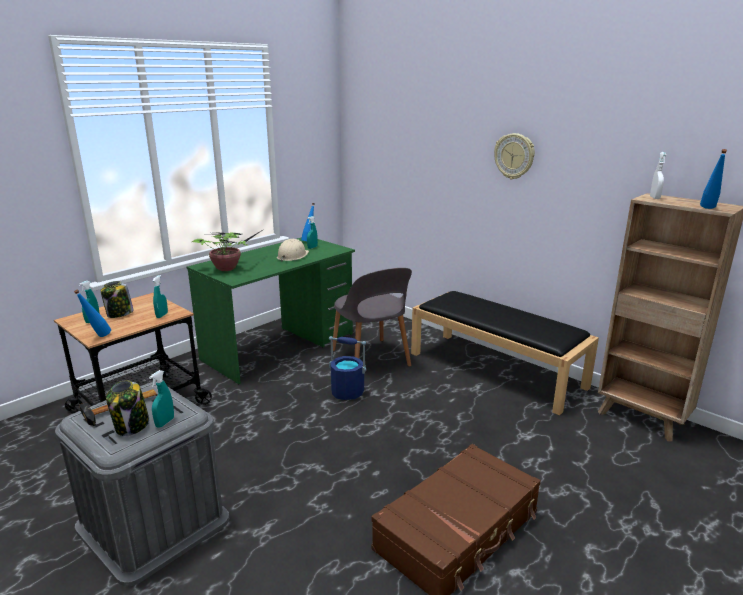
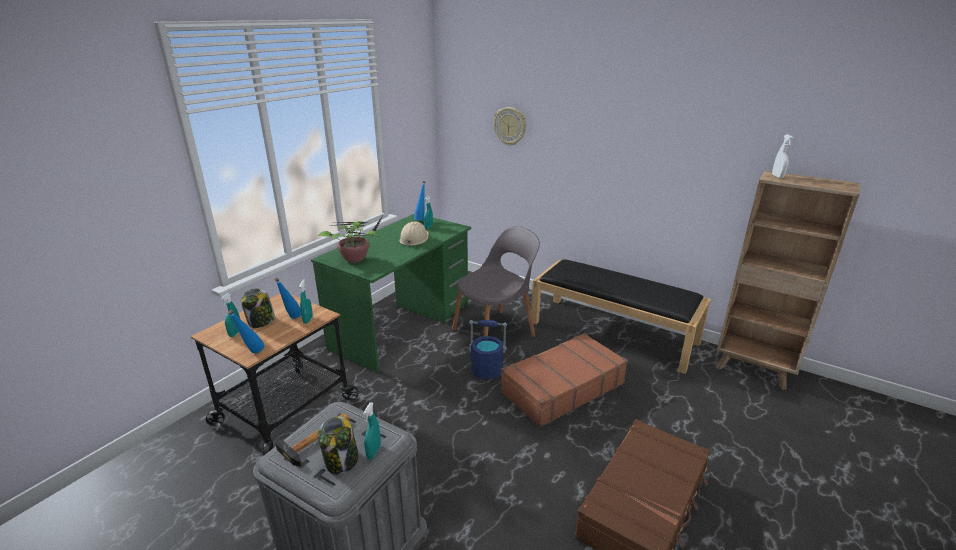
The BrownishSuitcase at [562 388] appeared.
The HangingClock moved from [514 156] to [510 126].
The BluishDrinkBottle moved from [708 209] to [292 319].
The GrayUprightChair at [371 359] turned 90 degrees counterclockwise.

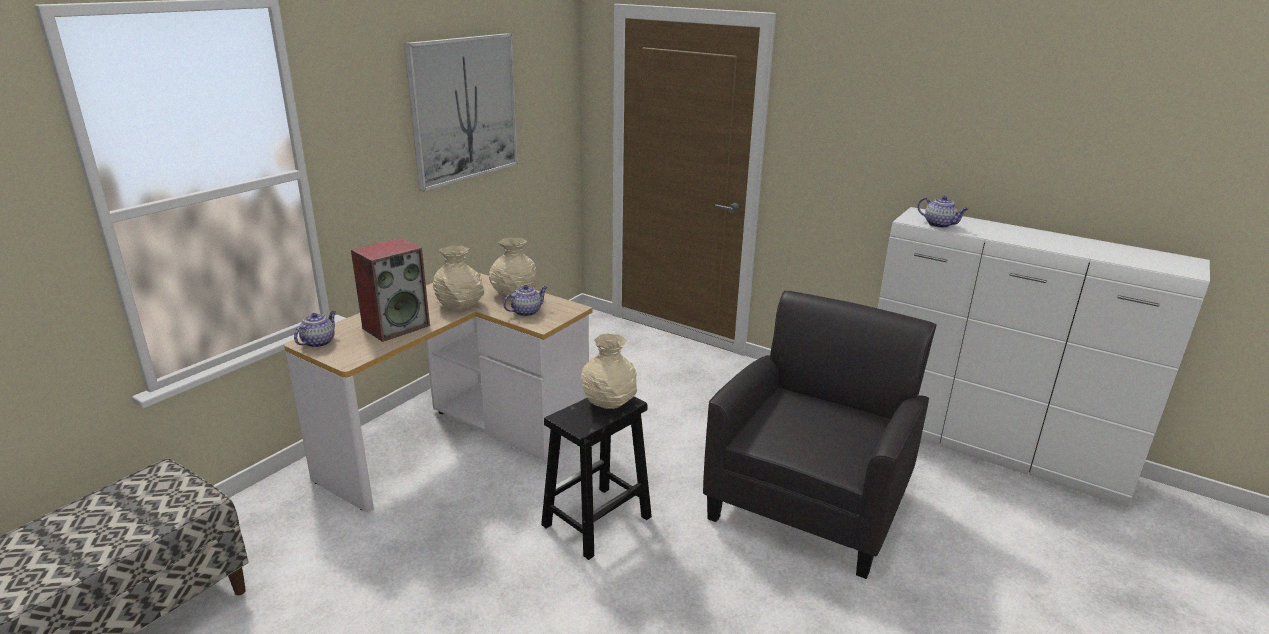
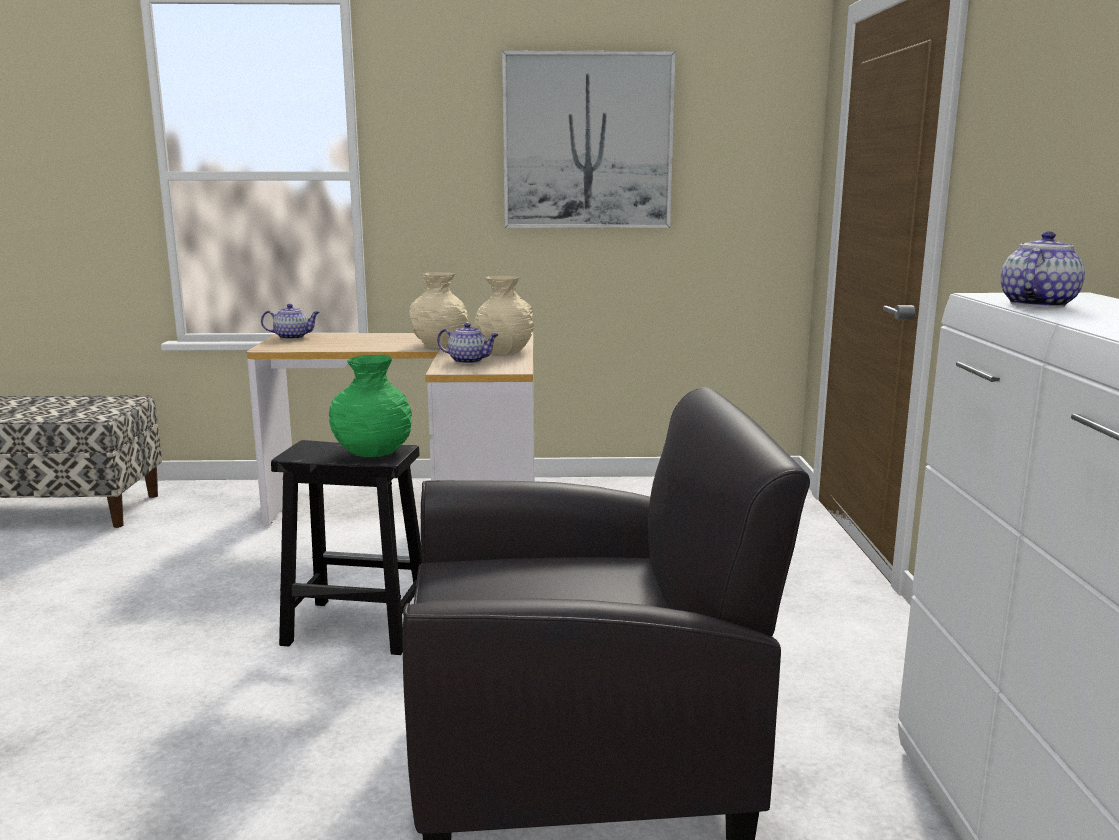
The Speaker at [396 326] disappeared.
The SandColouredDecorativeVase at [609 402] became the GreenishDecorativeVase at [371 452].
The PotForTea at [940 225] turned 150 degrees counterclockwise.

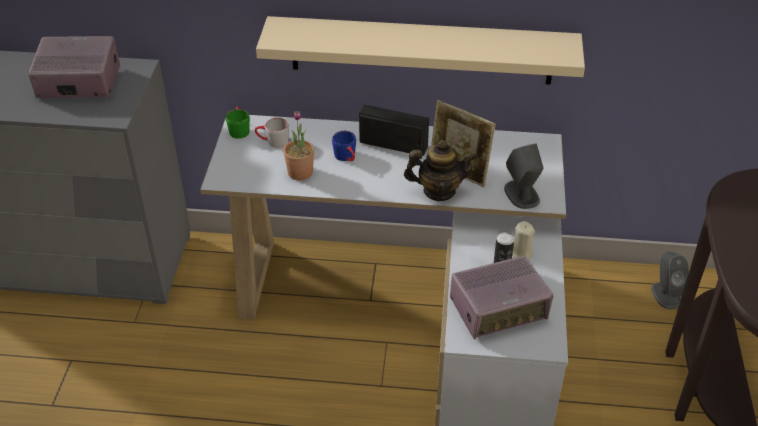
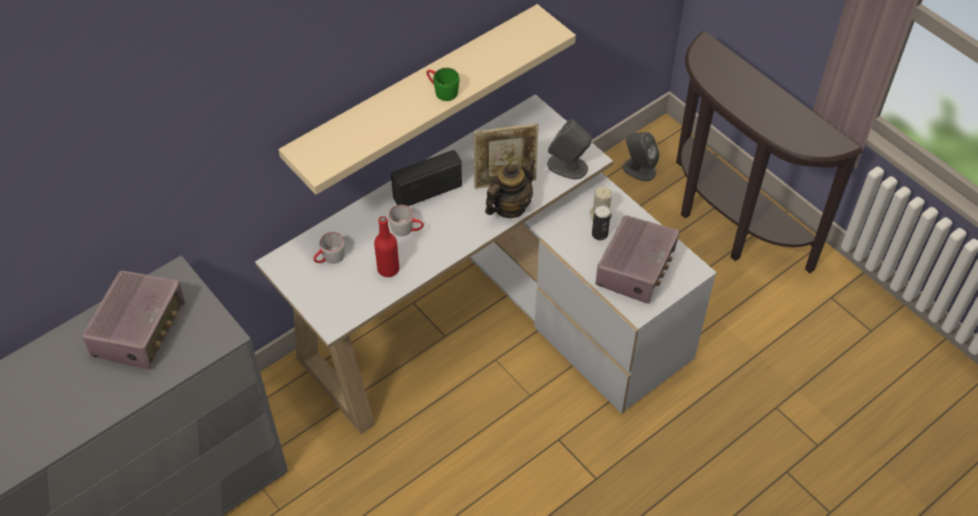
The GreenishTeaMug moved from [238 129] to [442 91].
The PlantInAPot at [300 172] was replaced by the RedColouredDrinkBottle at [388 269].
The BluishTeaMug at [347 157] became the GrayTeaMug at [407 229].
The RadioReceiver at [78 83] turned 150 degrees clockwise.

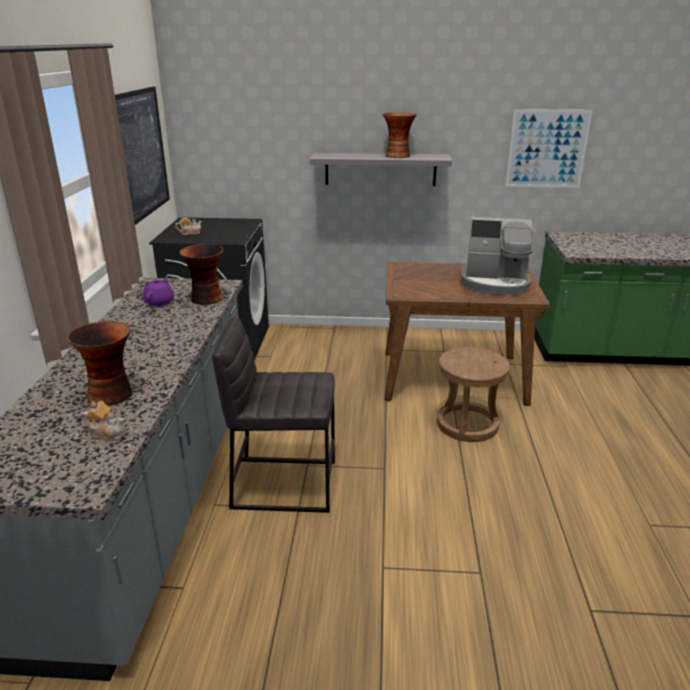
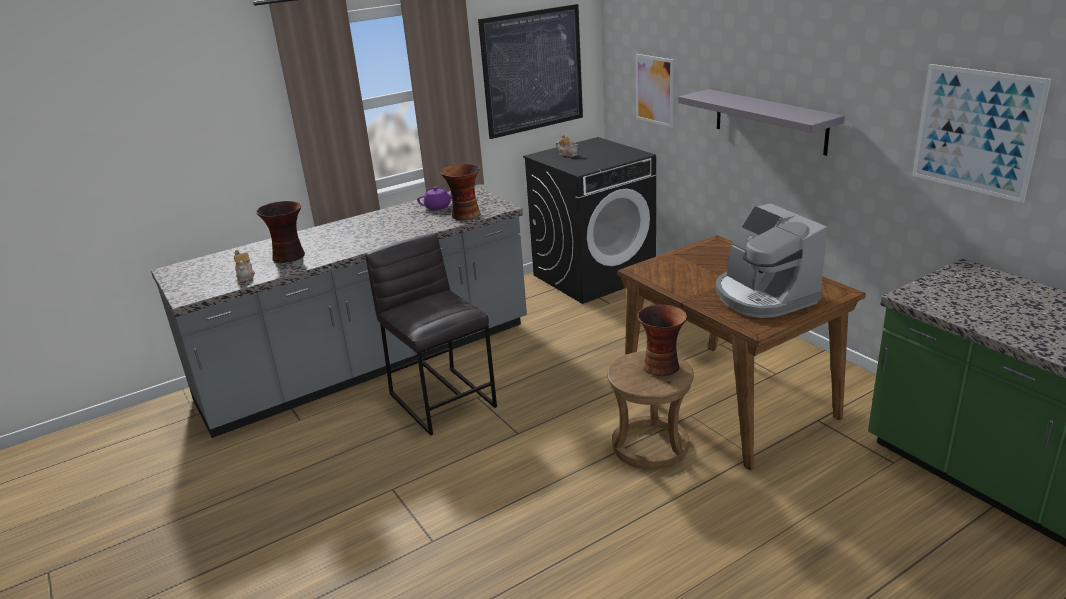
The Picture at [654 90] appeared.
The DecorativeVase moved from [397 156] to [662 366].

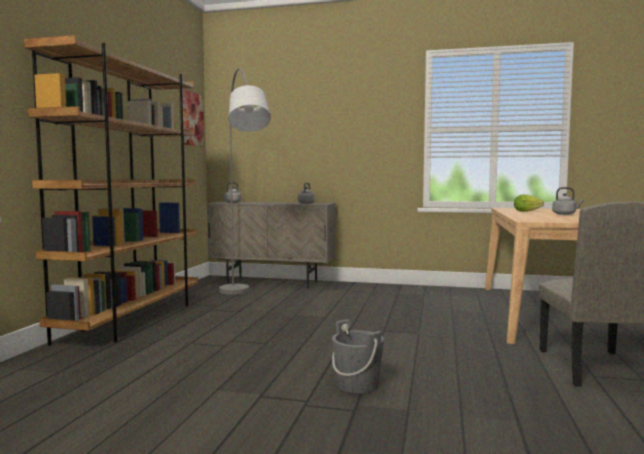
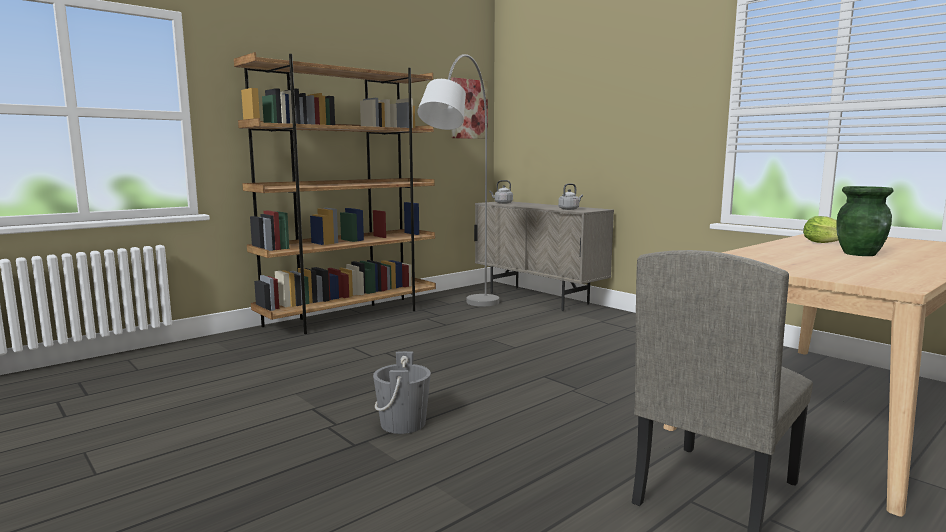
The GrayTeaKettle at [565 214] was replaced by the GreenishDecorativeVase at [860 254].

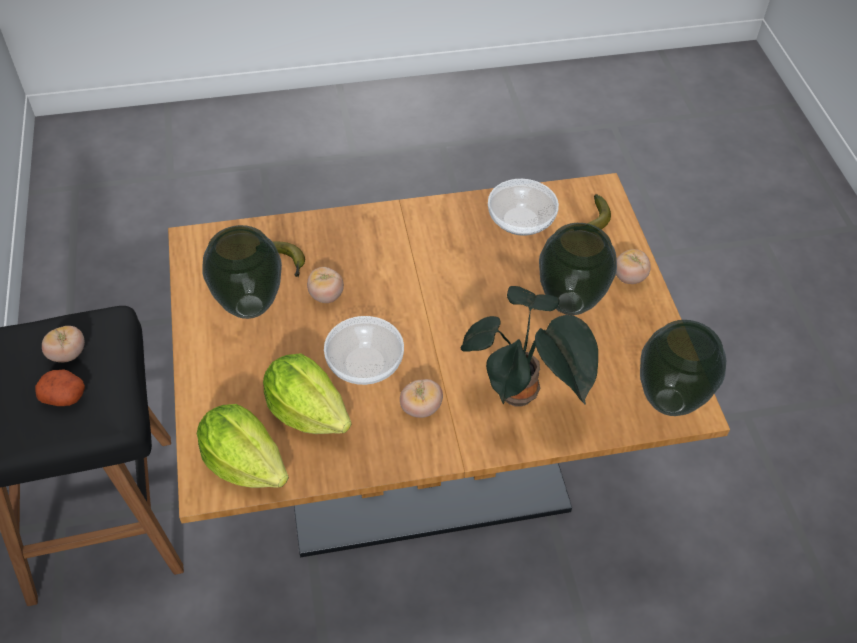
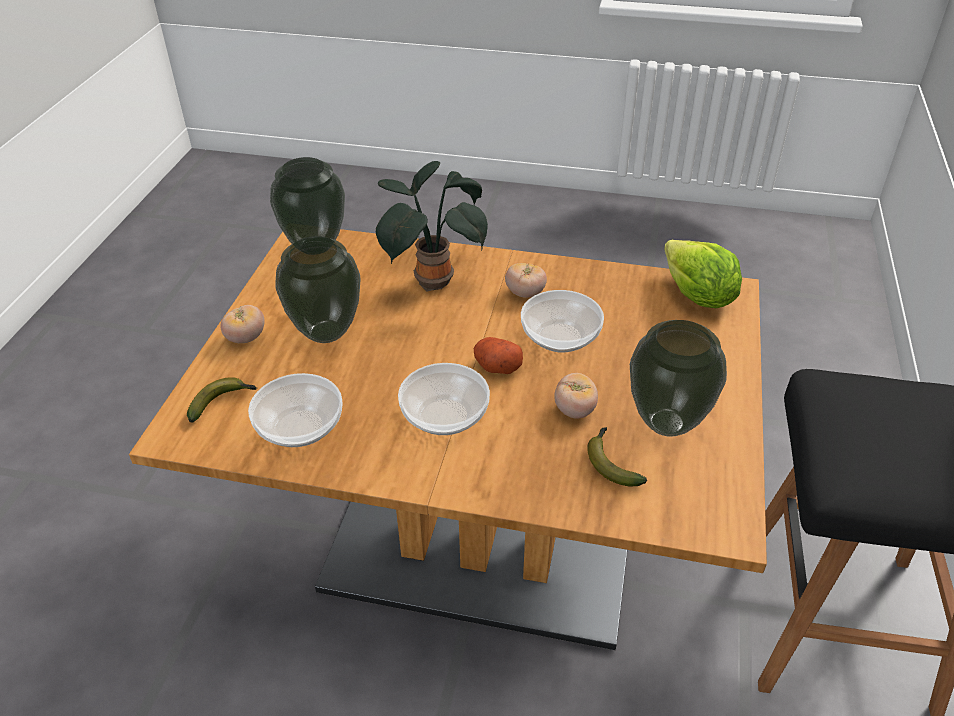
The FreshTomato at [68 354] disappeared.
The LettuceHead at [307 411] disappeared.
The Bowl at [446 417] appeared.
The Potato moved from [65 396] to [496 366].

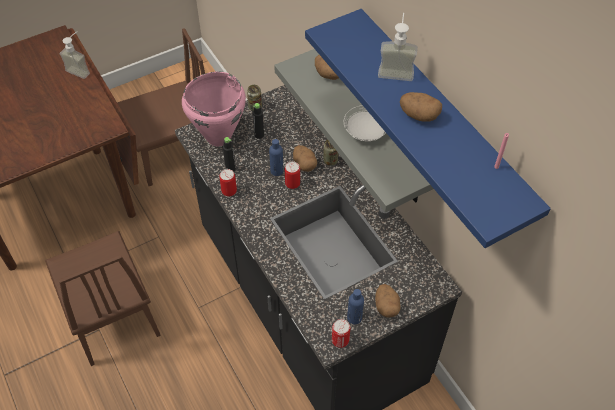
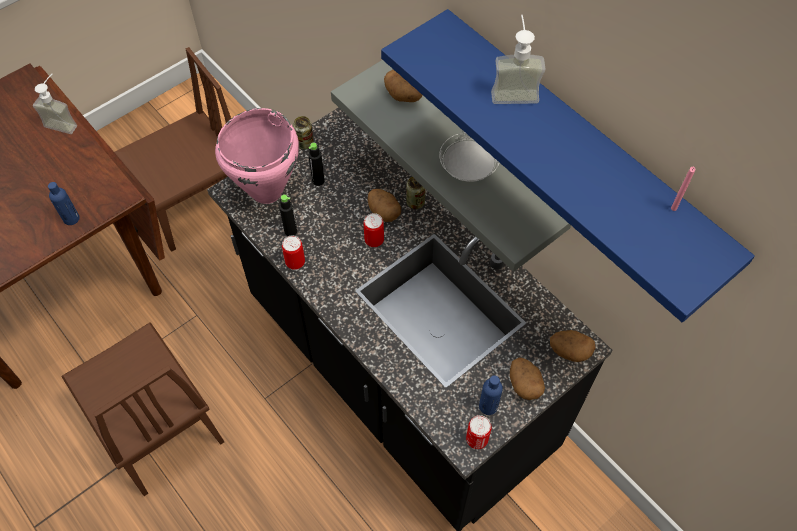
The BluishDrinkBottle moved from [277 171] to [71 218].
The Potato moved from [418 115] to [569 351].

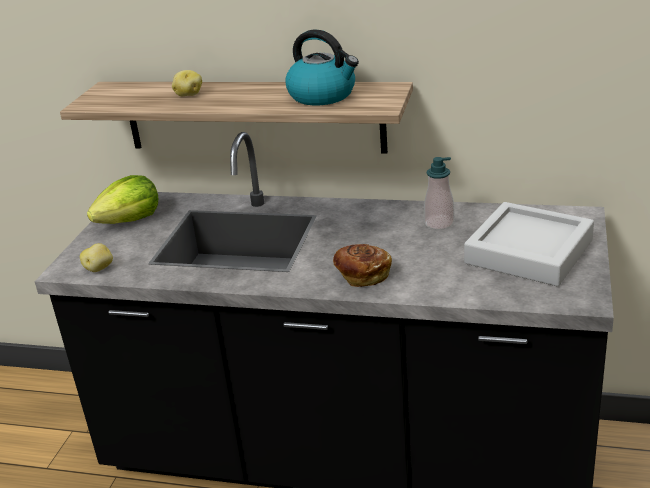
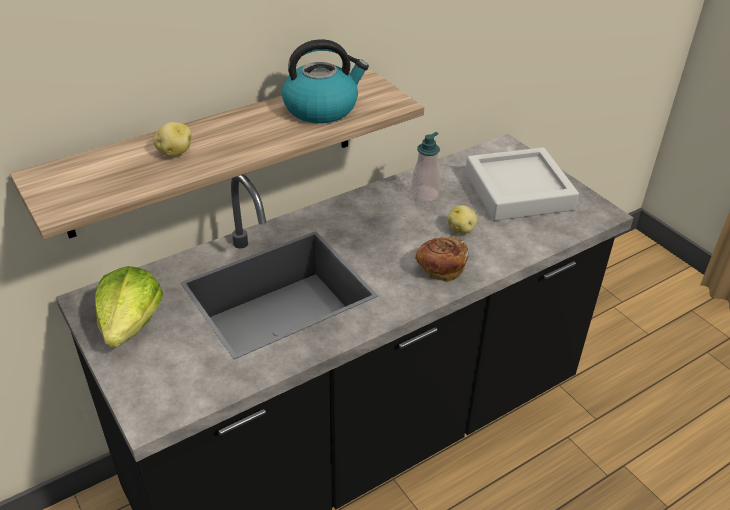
The Potato moved from [99 268] to [461 229].

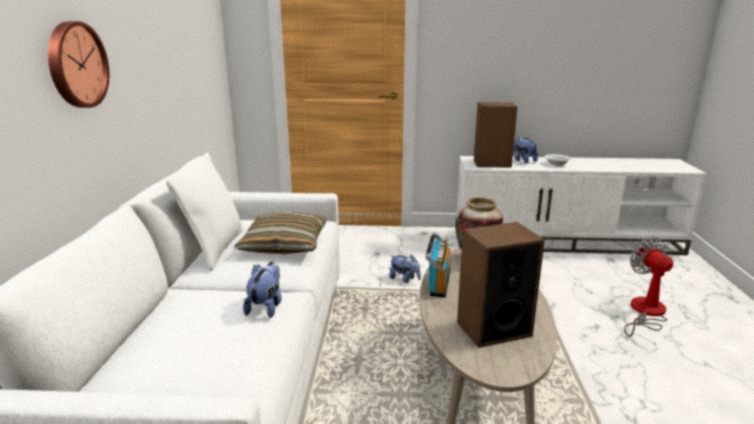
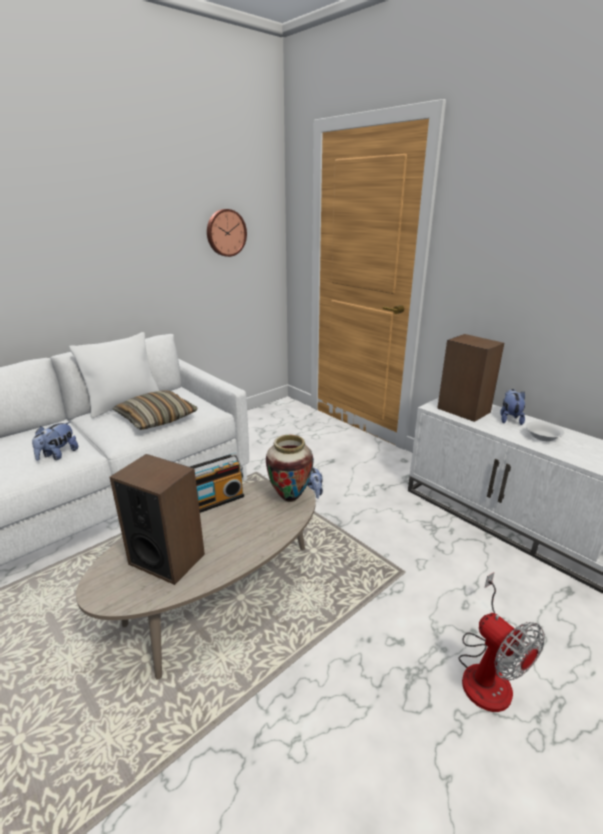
The HangingClock moved from [75 65] to [225 233].
The PlushToy at [266 307] turned 150 degrees clockwise.
The CoolingFan at [645 313] turned 120 degrees clockwise.

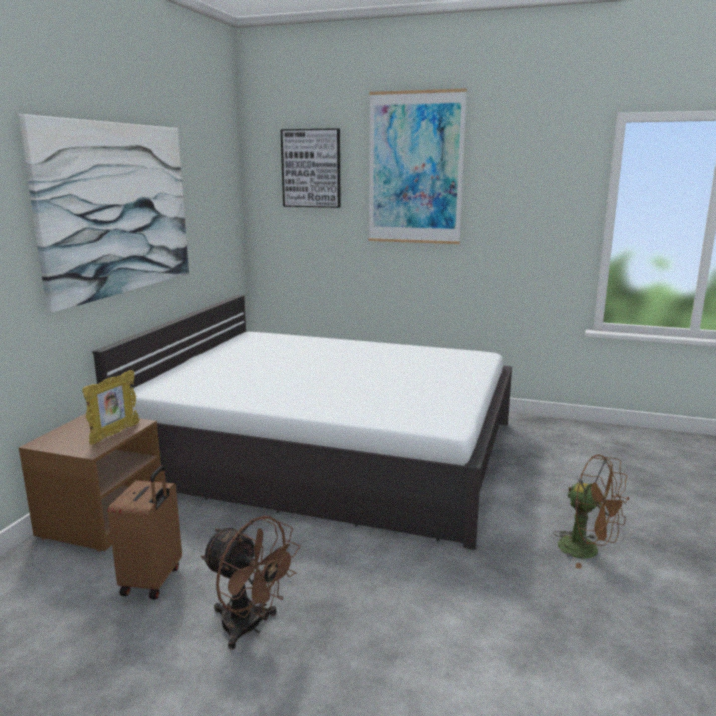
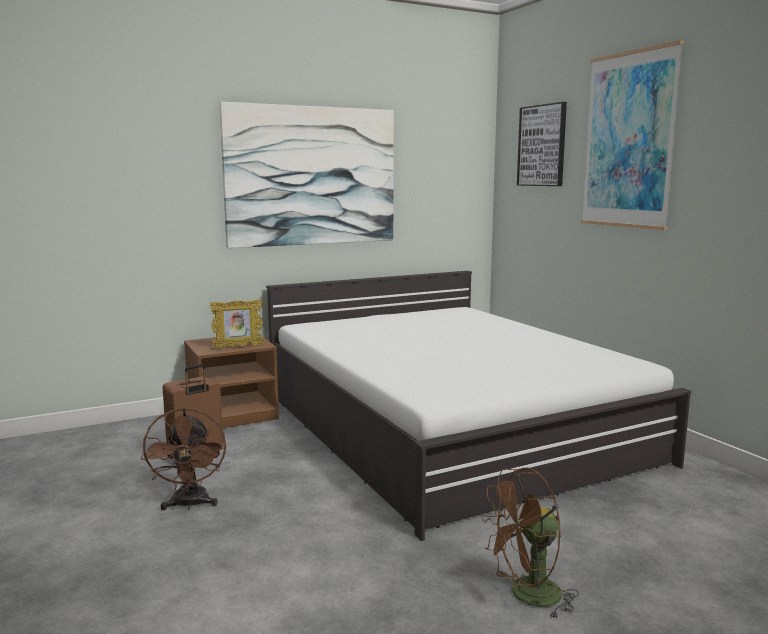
The BrownishCoolingFan at [587 551] turned 75 degrees clockwise.

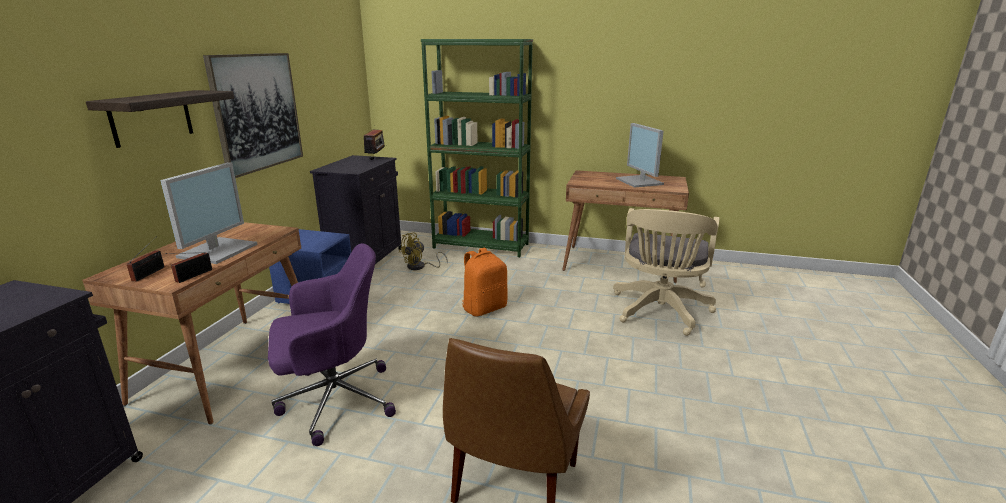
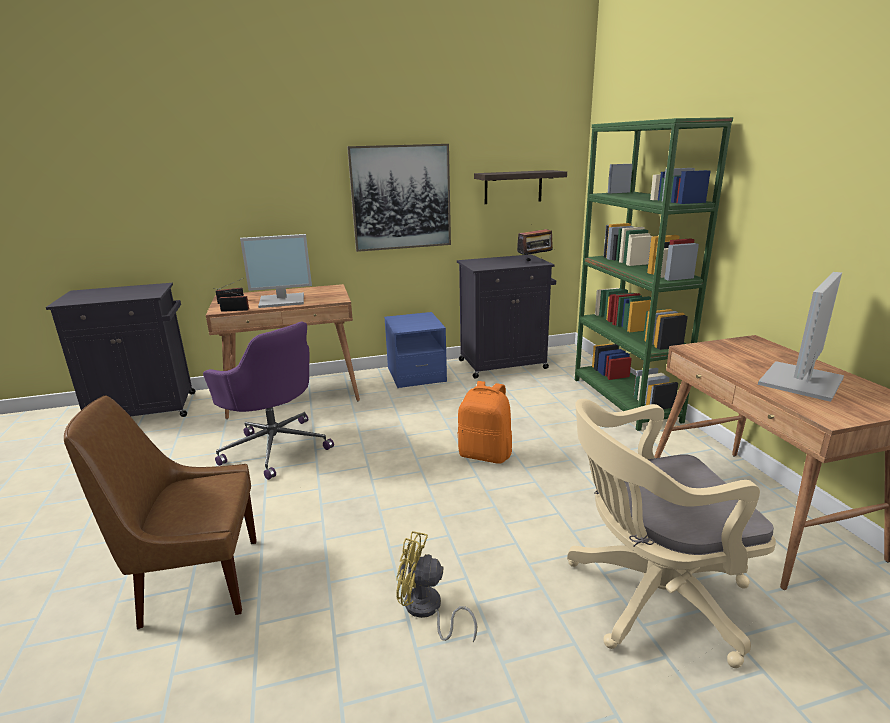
The WallShelf moved from [151 117] to [513 187].
The YellowishCoolingFan moved from [420 267] to [427 610].

